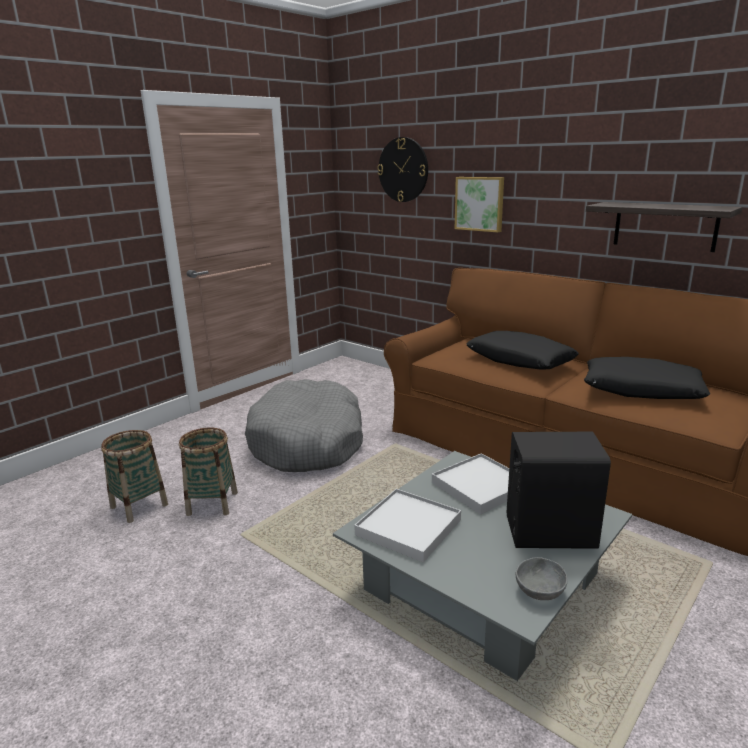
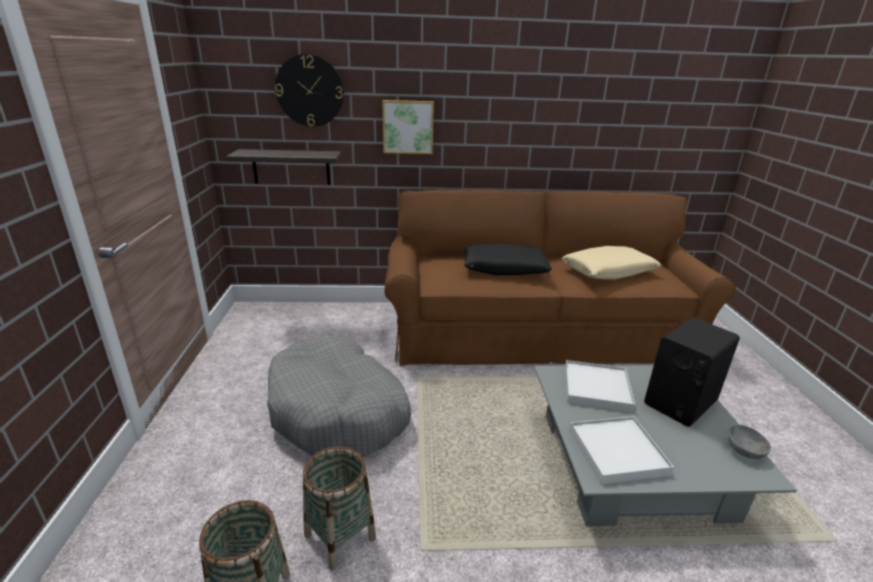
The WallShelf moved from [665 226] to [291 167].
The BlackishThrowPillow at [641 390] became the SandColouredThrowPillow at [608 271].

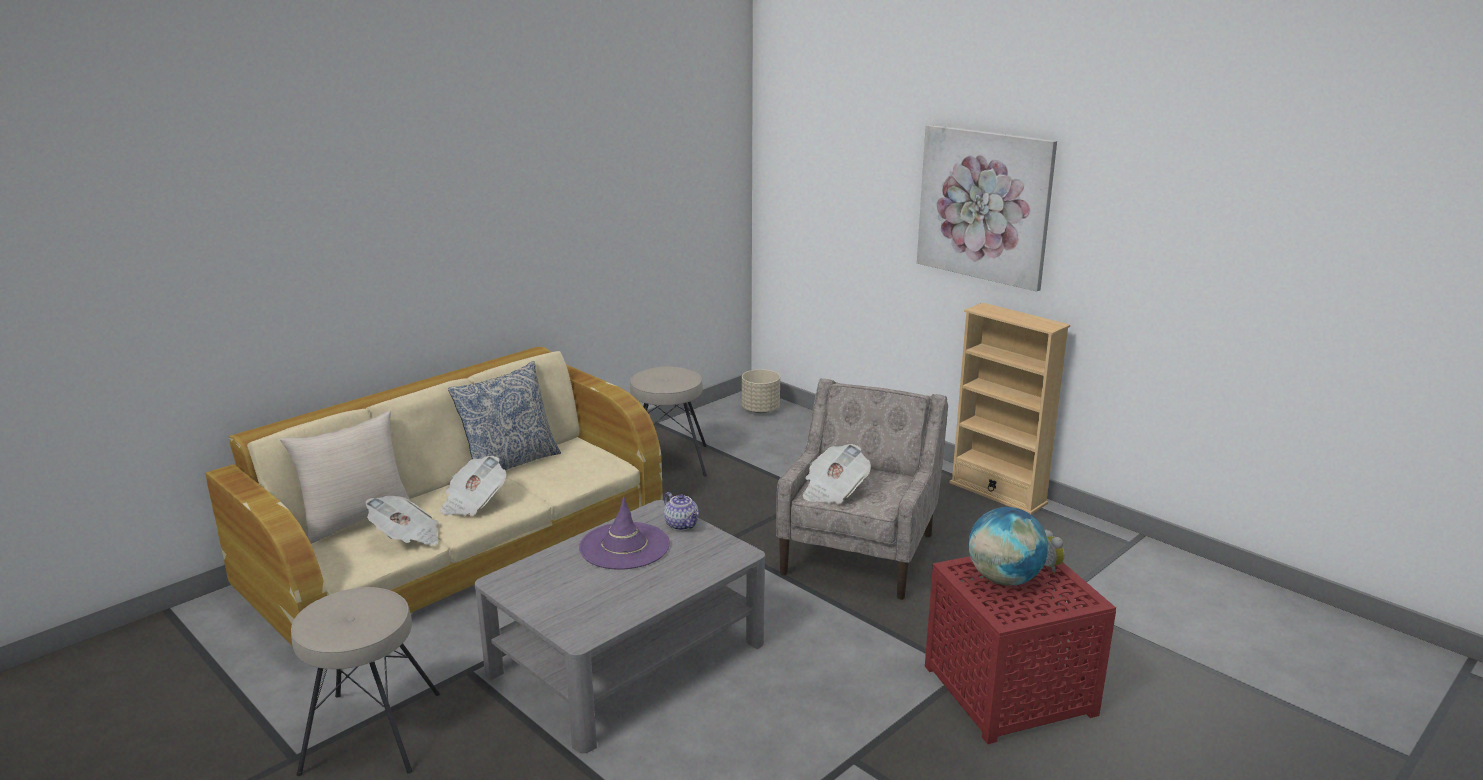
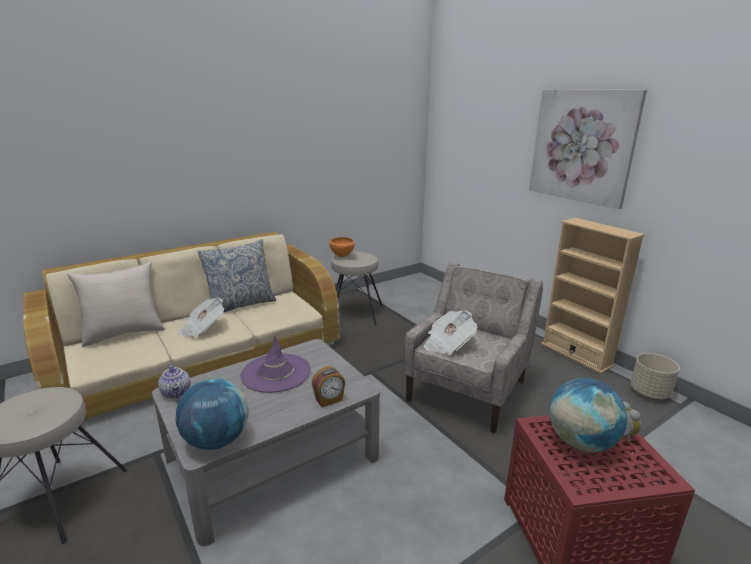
The Newspaper at [407 537] disappeared.
The Globe at [216 440] appeared.
The BedsideClock at [329 400] appeared.
The OrangeColouredBowl at [342 256] appeared.
The PotForTea moved from [682 525] to [177 392].
The SandColouredPlantPot moved from [761 410] to [650 392].

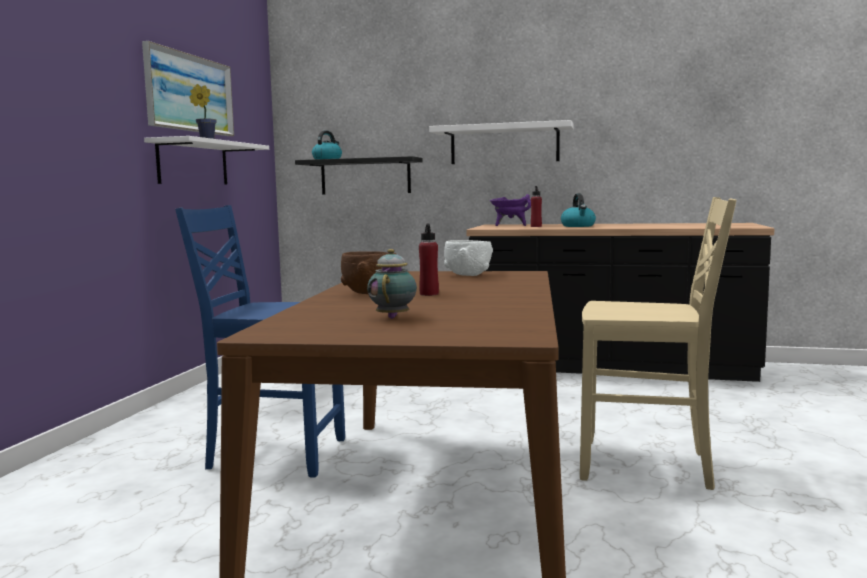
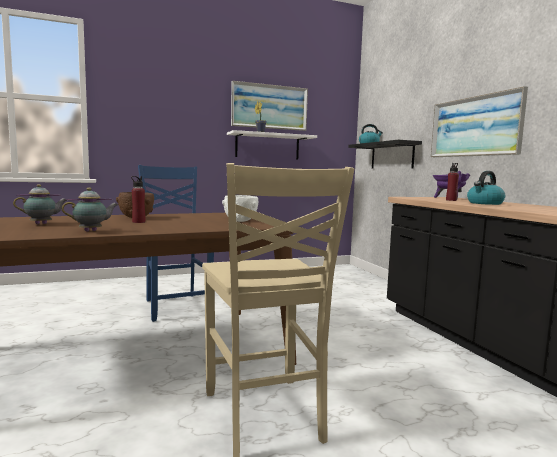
The PotForTea at [92 231] appeared.
The WhitishWallShelf at [504 144] was replaced by the Picture at [474 126].

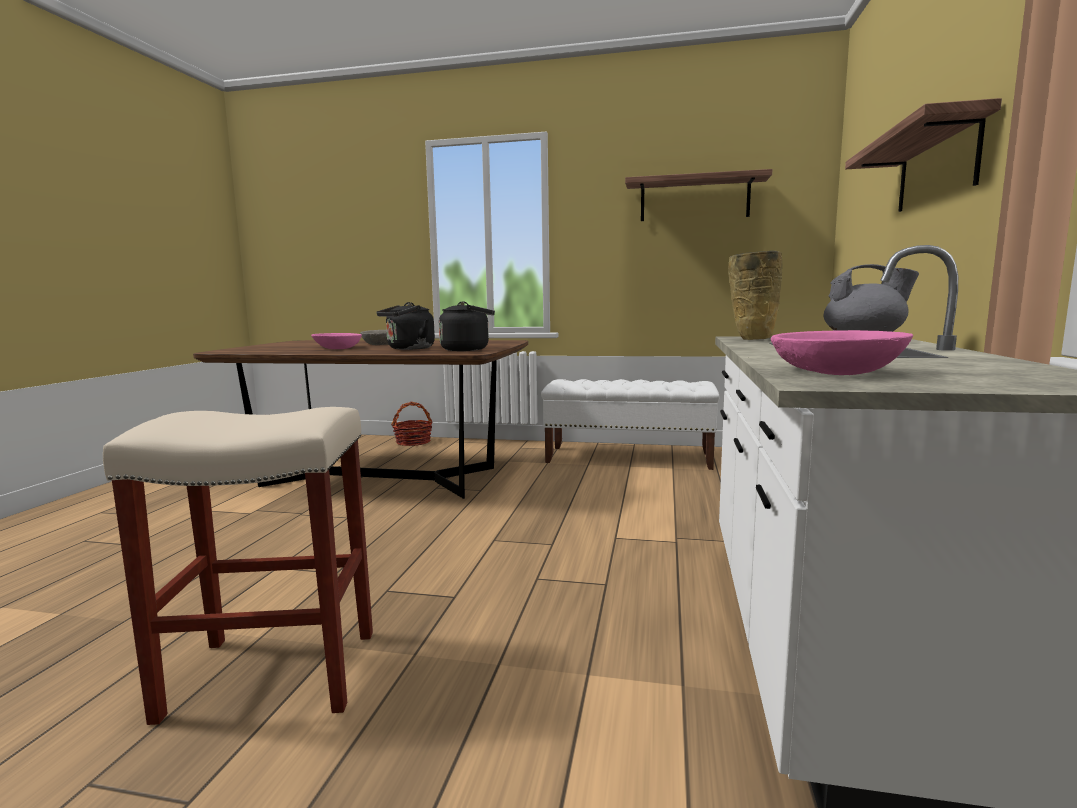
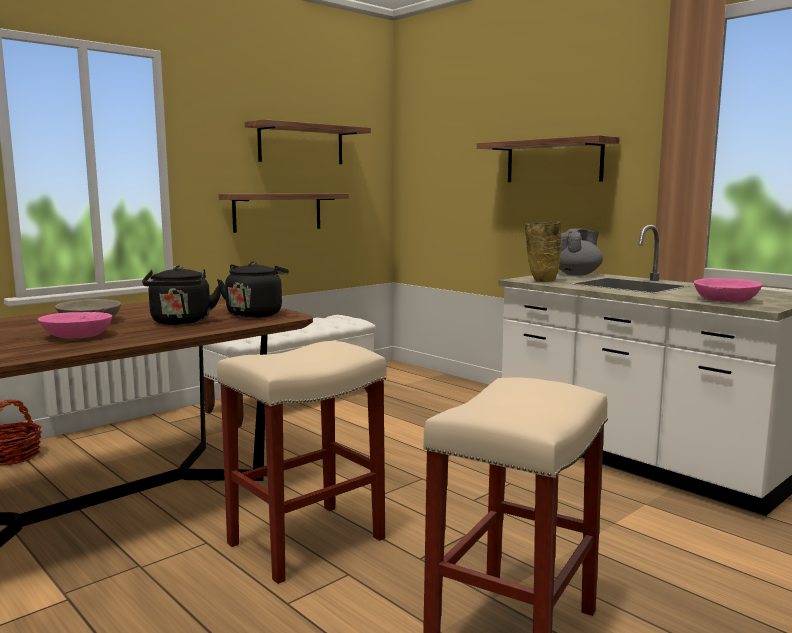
The SandColouredStool at [305 542] appeared.
The WallShelf at [277 212] appeared.

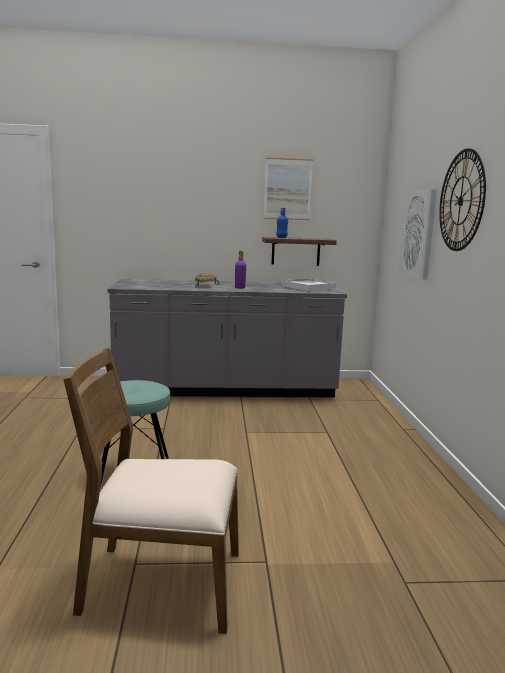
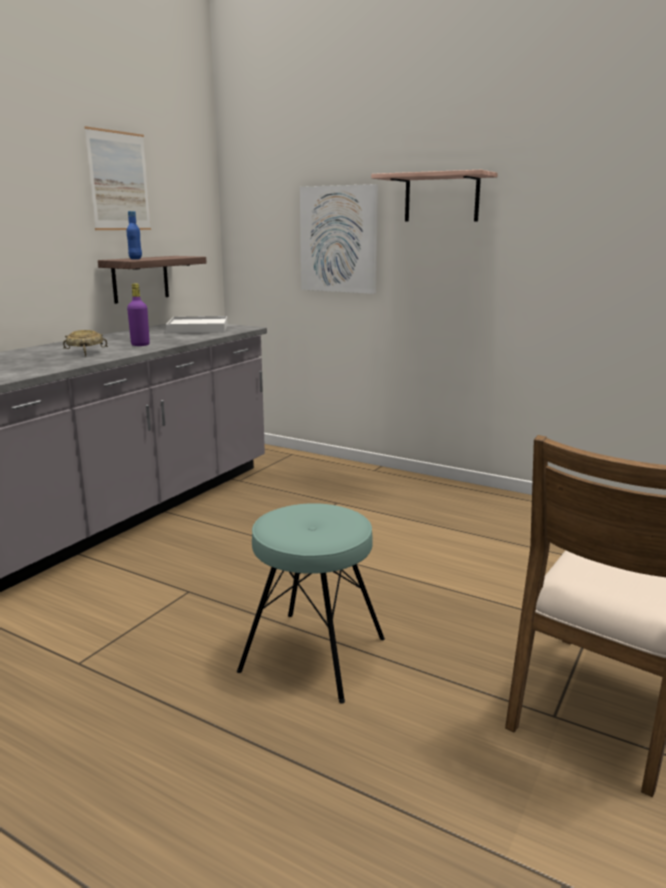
The HangingClock at [461 200] was replaced by the WallShelf at [441 198].

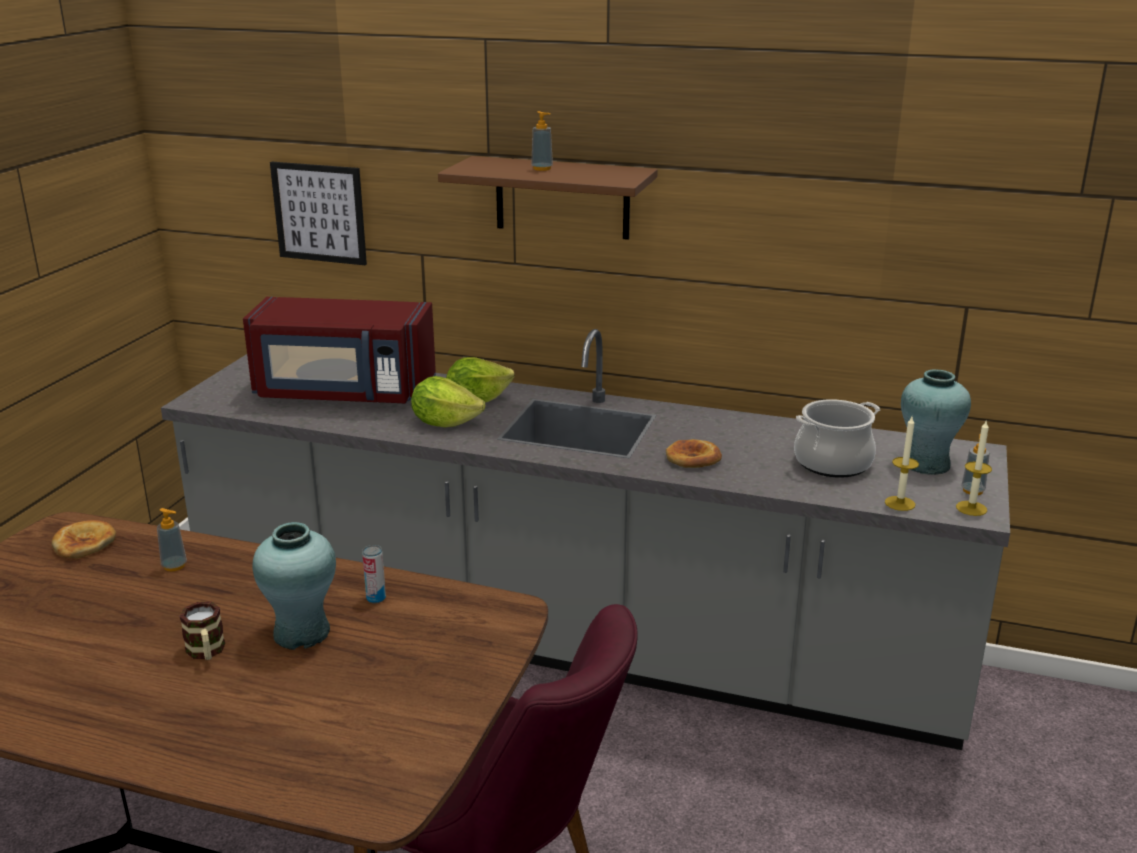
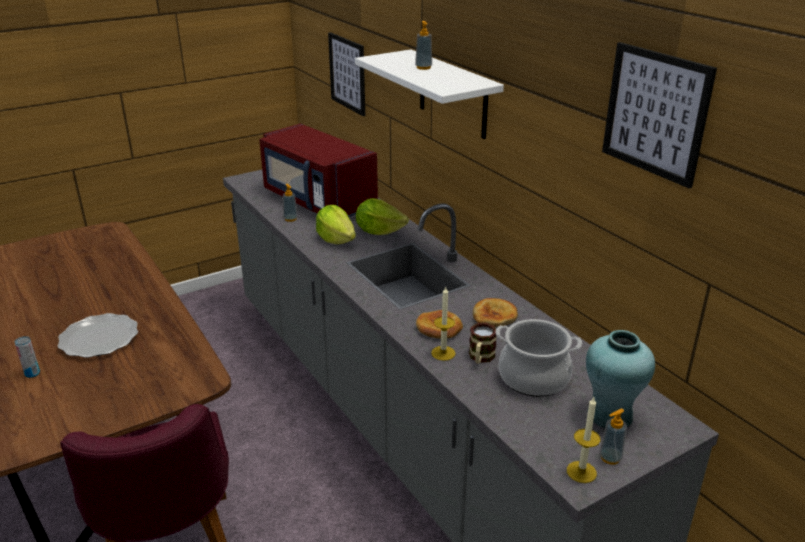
The Picture at [655 113] appeared.
The BakeryBread moved from [84 543] to [494 315].
The SoapBottle moved from [174 566] to [290 219].
The TeaMug moved from [206 652] to [480 358].
The SealedCan moved from [376 598] to [32 373].
The WaxCandle moved from [900 503] to [443 353].
The TurquoiseColouredDecorativeVase at [302 633] was replaced by the Plate at [99 338].
The BrownishWallShelf at [562 198] became the WhitishWallShelf at [452 94].

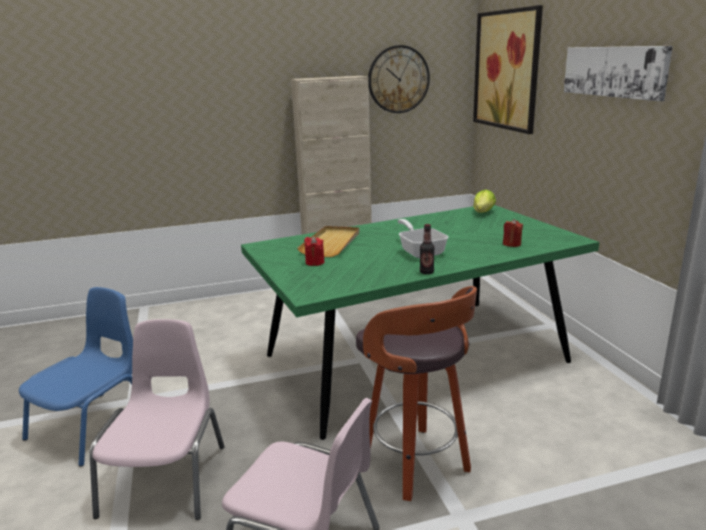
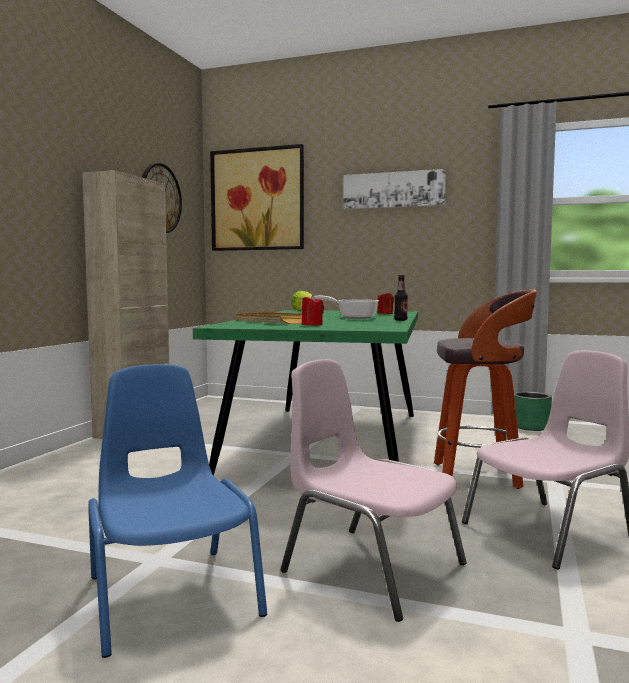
The GreenishPlantPot at [531 427] appeared.

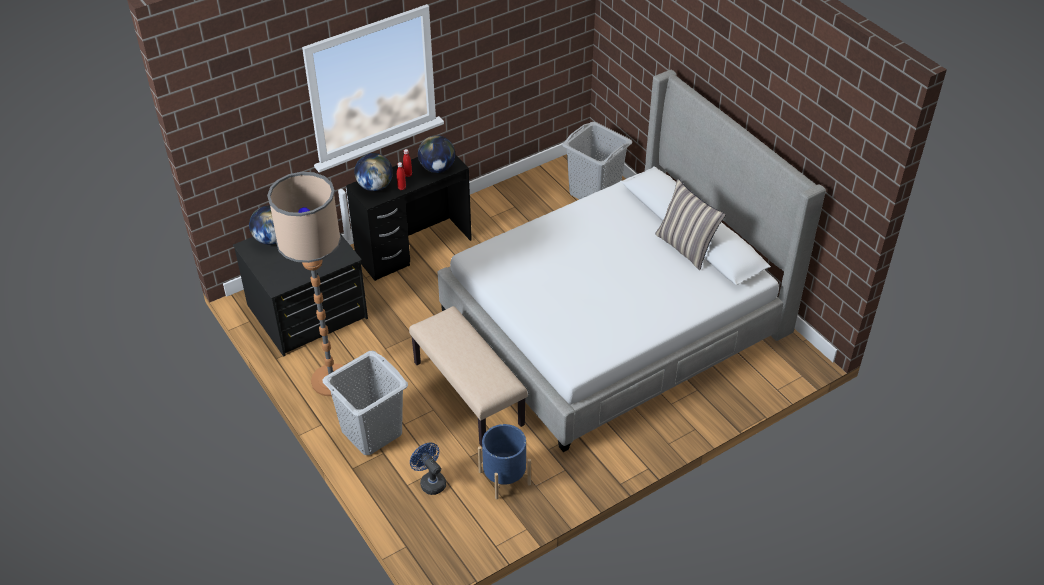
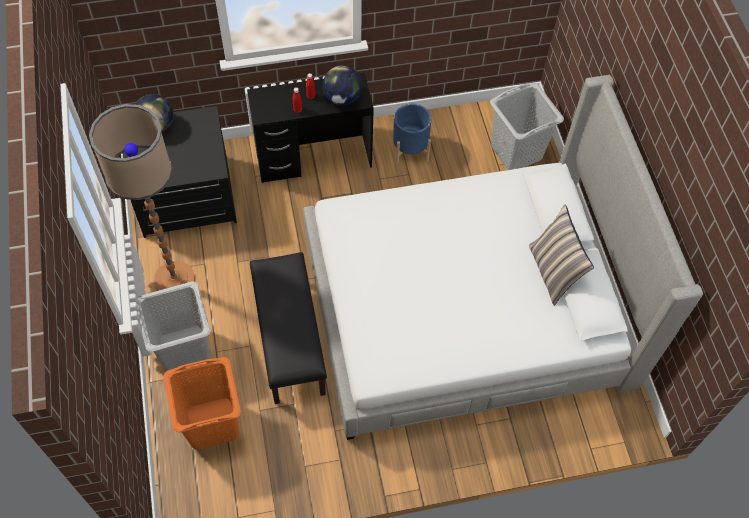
The Globe at [375 186] disappeared.
The BluishPlantPot moved from [504 478] to [410 149].
The BluishCoolingFan at [430 481] was replaced by the OrangeColouredWashingBasket at [212 423].
The SandColouredLongSeat at [469 393] became the BlackishLongSeat at [290 340].

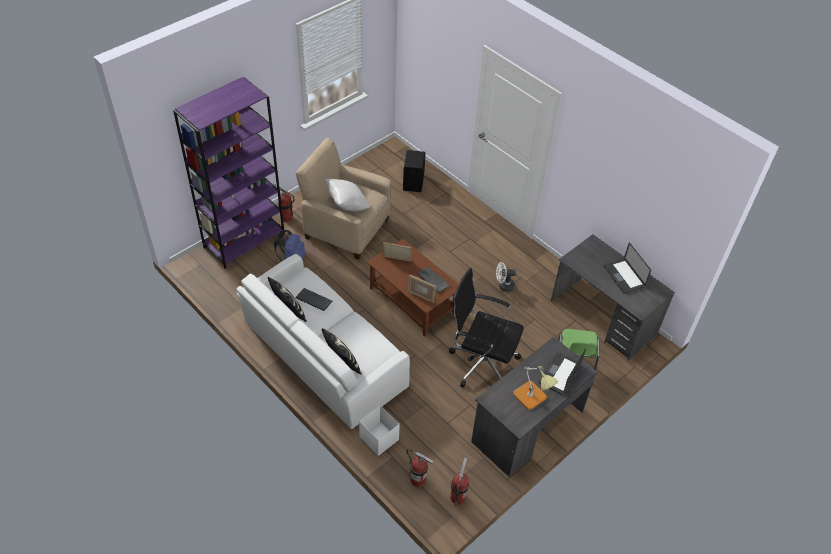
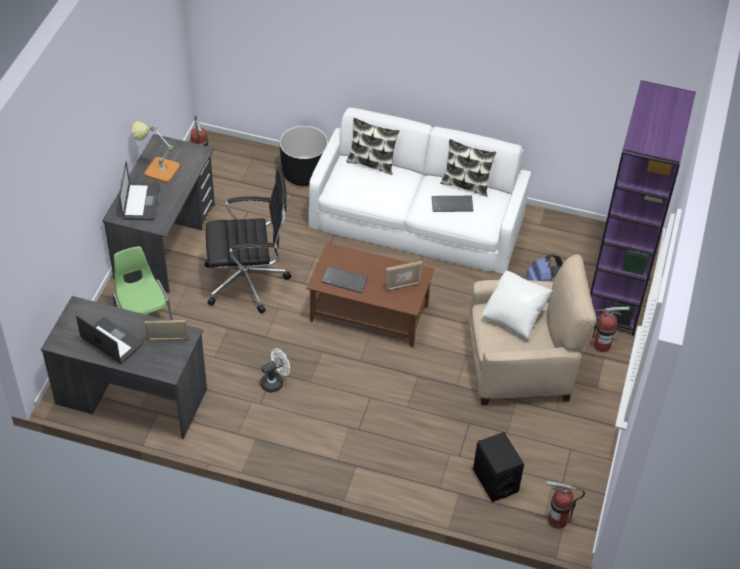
The FireExtinguisher moved from [418 479] to [557 520].
The PhotoFrame moved from [421 296] to [168 340].
The WhitishStorageBin at [379 438] was replaced by the BlackishPlantPot at [304 173].

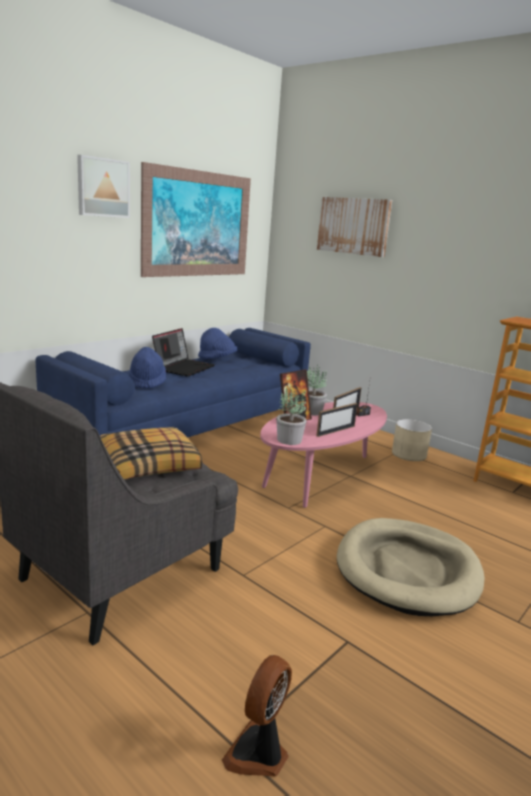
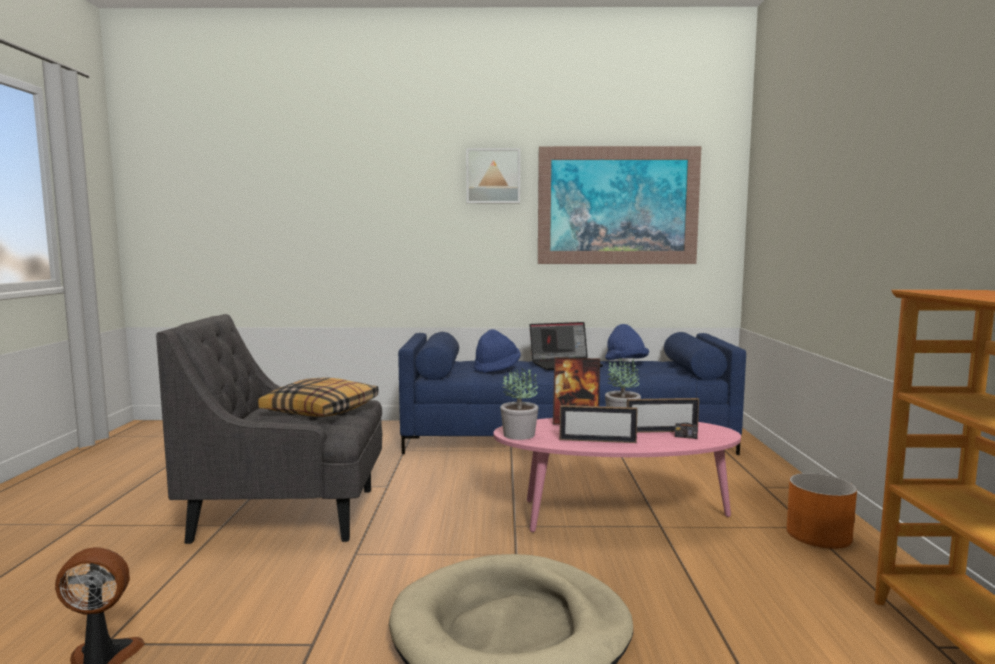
The Picture at [353 226] disappeared.
The SandColouredPlantPot at [409 454] became the OrangeColouredPlantPot at [819 535].

